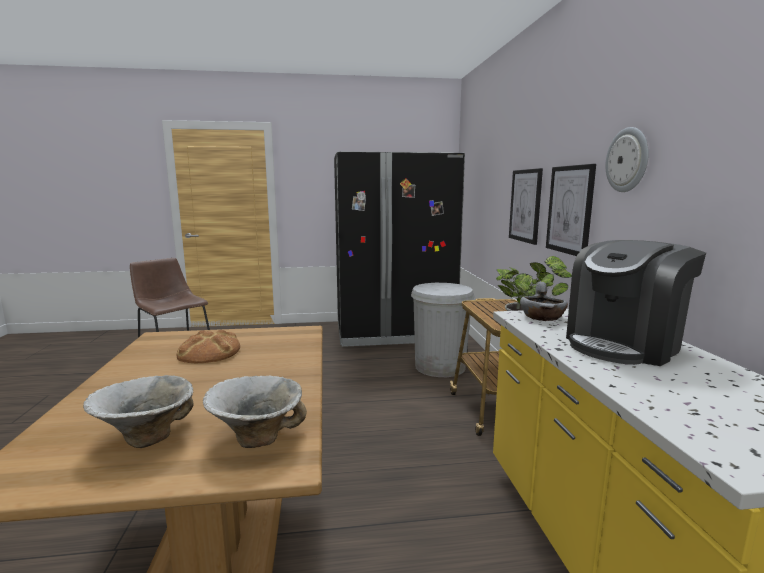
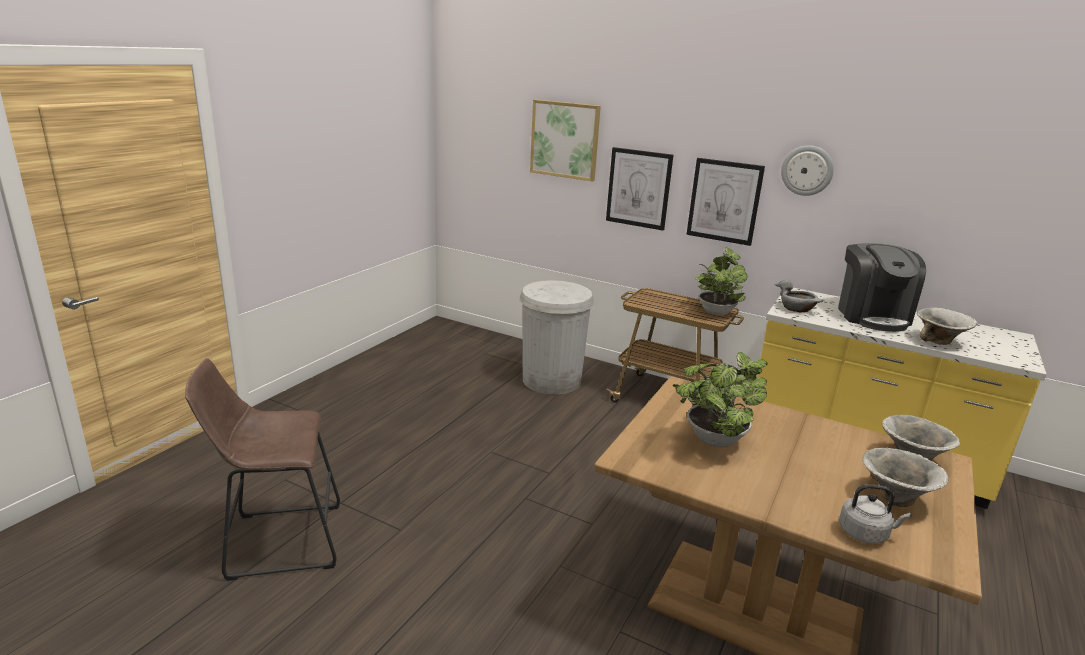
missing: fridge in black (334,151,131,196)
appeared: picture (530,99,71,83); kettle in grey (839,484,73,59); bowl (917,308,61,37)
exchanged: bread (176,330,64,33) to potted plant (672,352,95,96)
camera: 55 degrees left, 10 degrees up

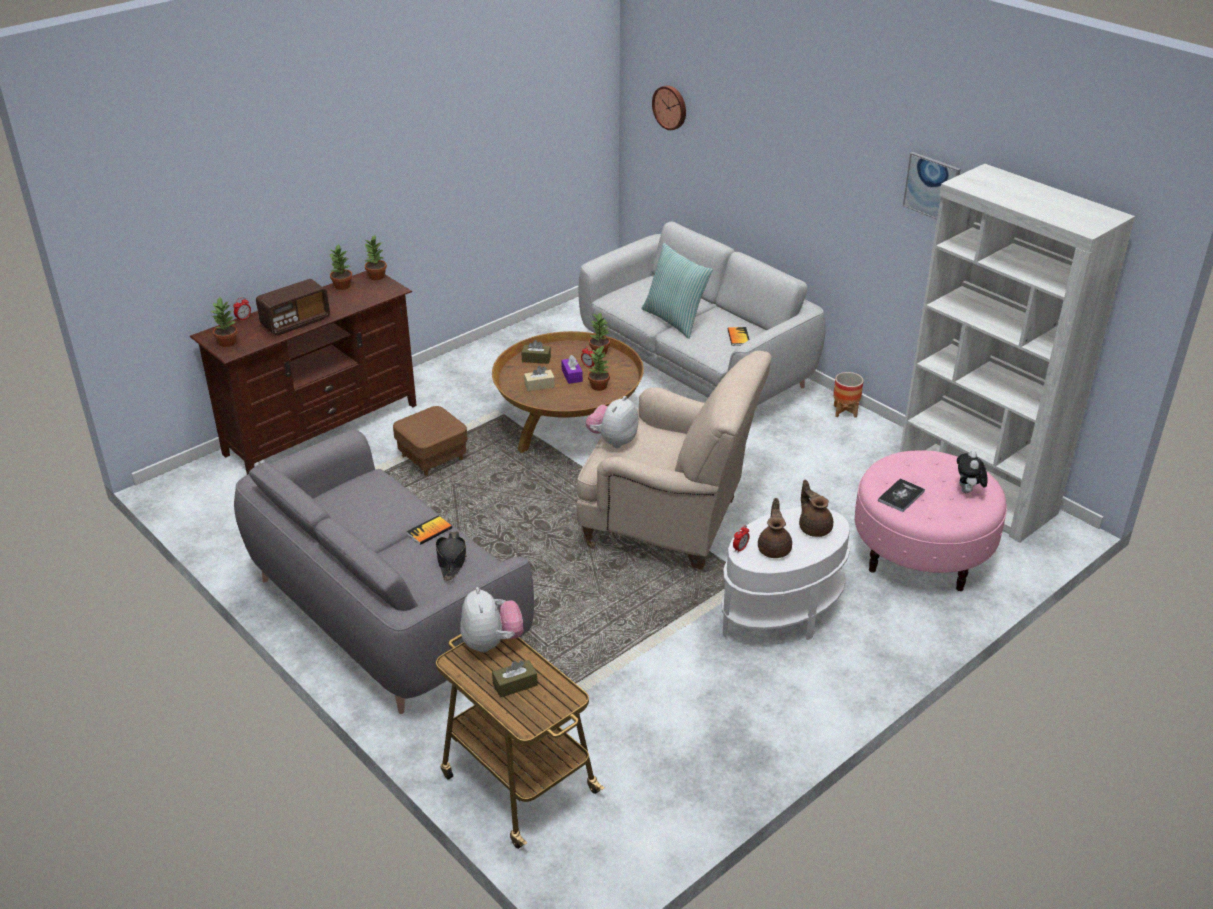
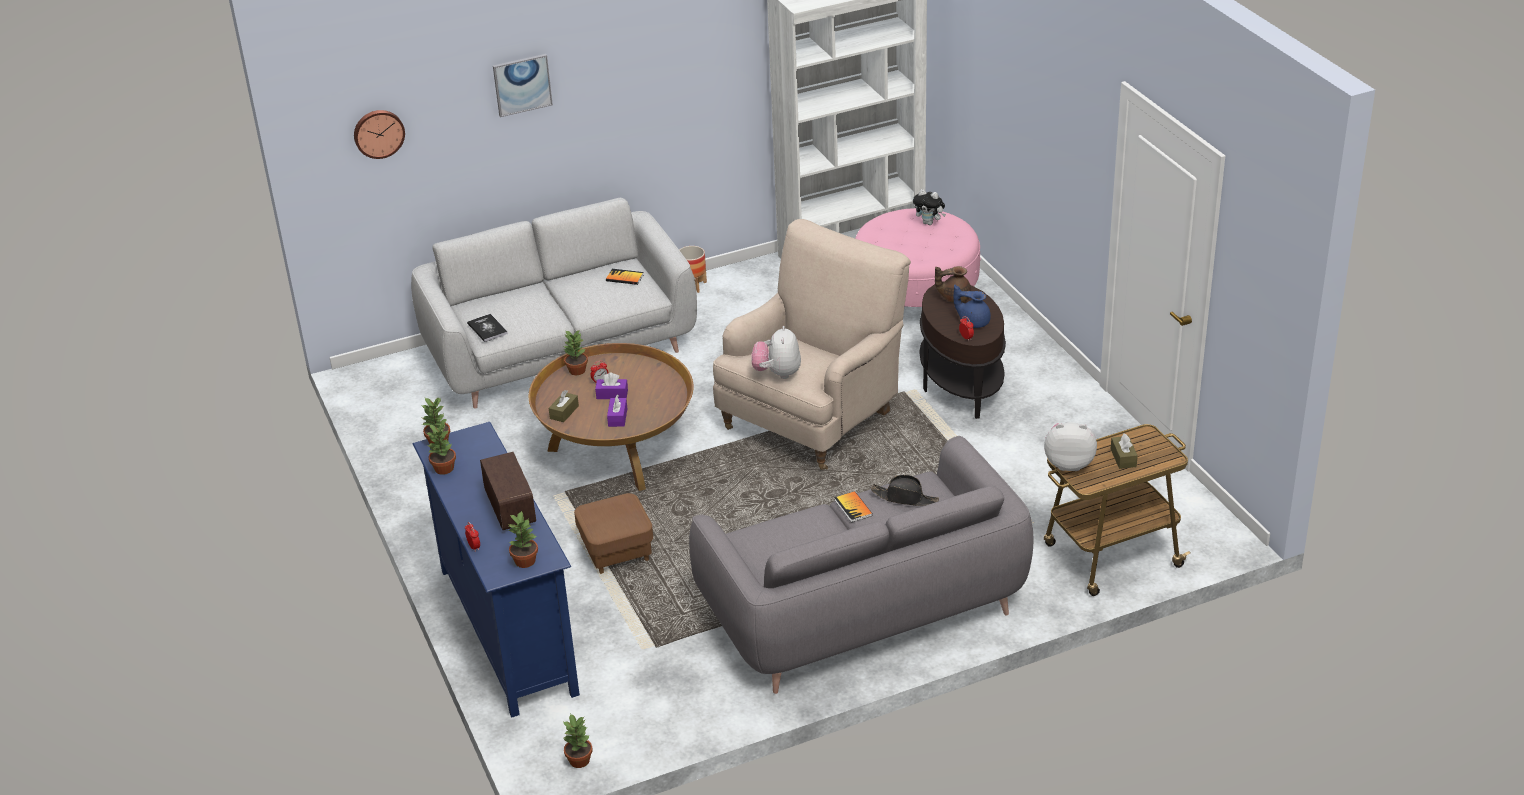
missing: pillow (642,243,71,96)
relocated: potted plant (588,345,22,46) to (563,713,29,55); book (878,478,47,34) to (467,314,41,28); picture (903,152,58,67) to (493,54,60,63)
colour: tv stand in brown (190,271,227,204) to tv stand in blue (412,422,168,296); tissue box in beige (524,366,31,25) to tissue box in purple (607,395,20,32); side table in white (721,507,129,133) to side table in brown (919,281,87,138); teapot in brown (758,498,34,60) to teapot in blue (954,285,37,43)
spun: plush toy (586,396,52,52) = (751,326,50,53) 45 degrees clockwise
camera: 70 degrees left, 0 degrees up

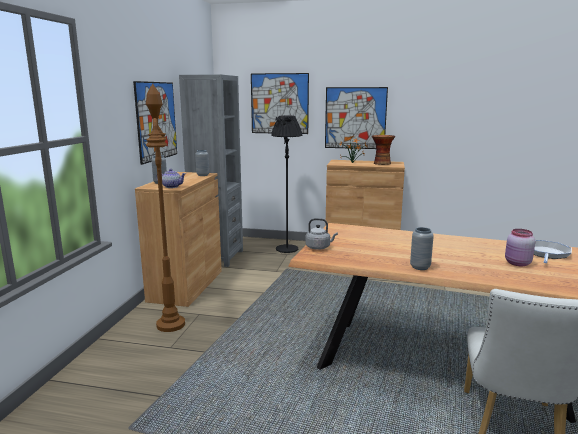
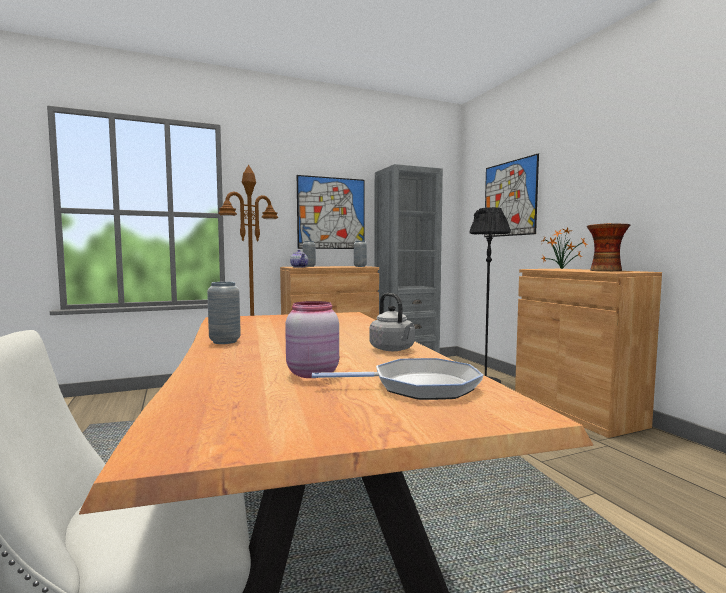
missing: picture (325,87,63,62)
relocated: kettle in grey (305,218,33,32) to (369,293,46,58)
camera: 55 degrees right, 10 degrees down

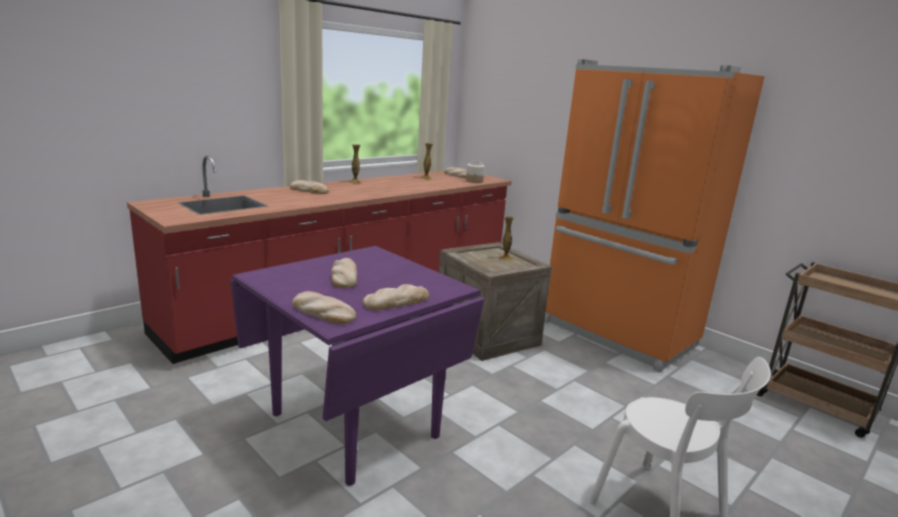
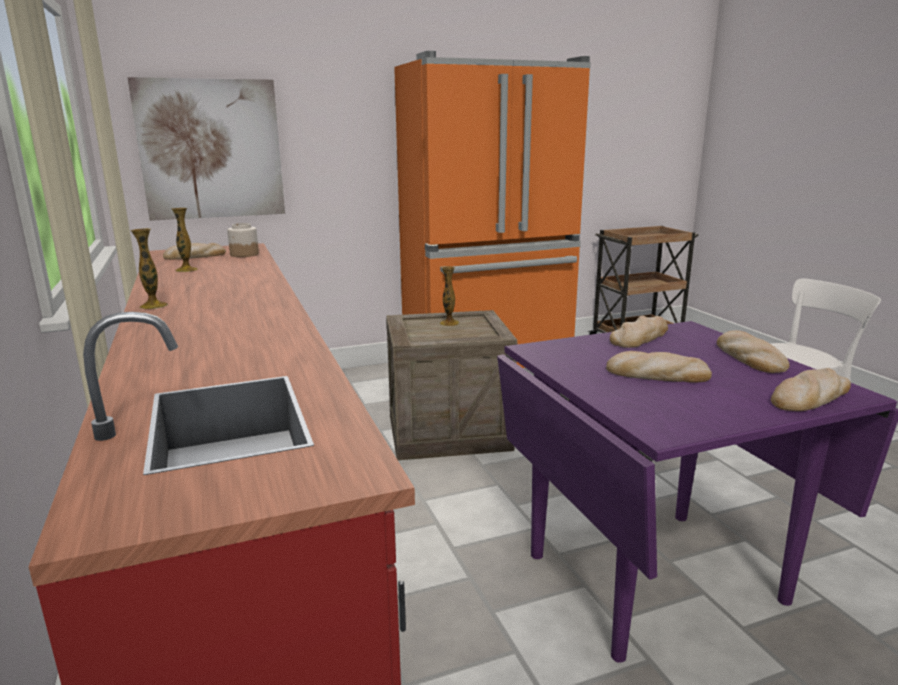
appeared: picture (127,77,158,144)
relocated: bread (289,180,40,14) to (610,316,58,32)
camera: 65 degrees left, 0 degrees up

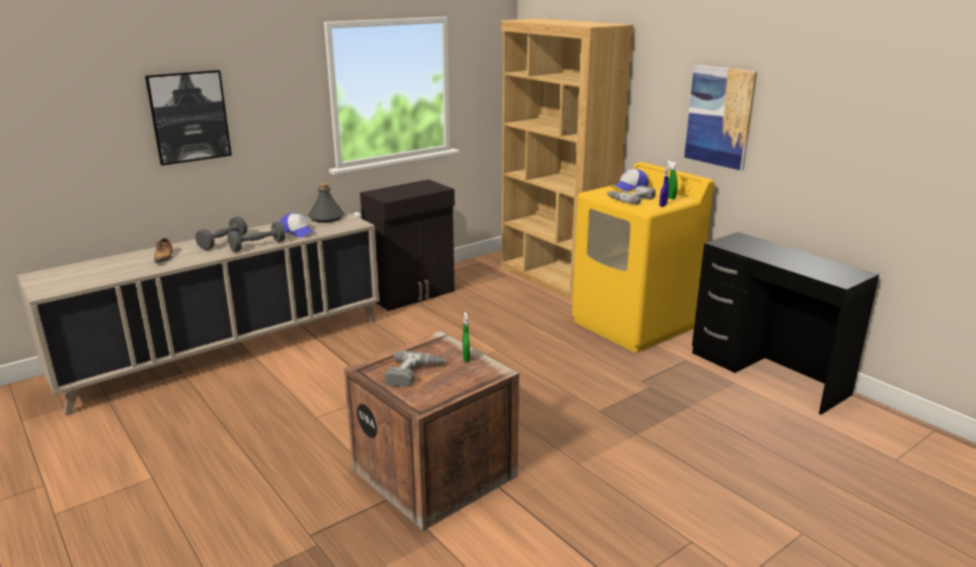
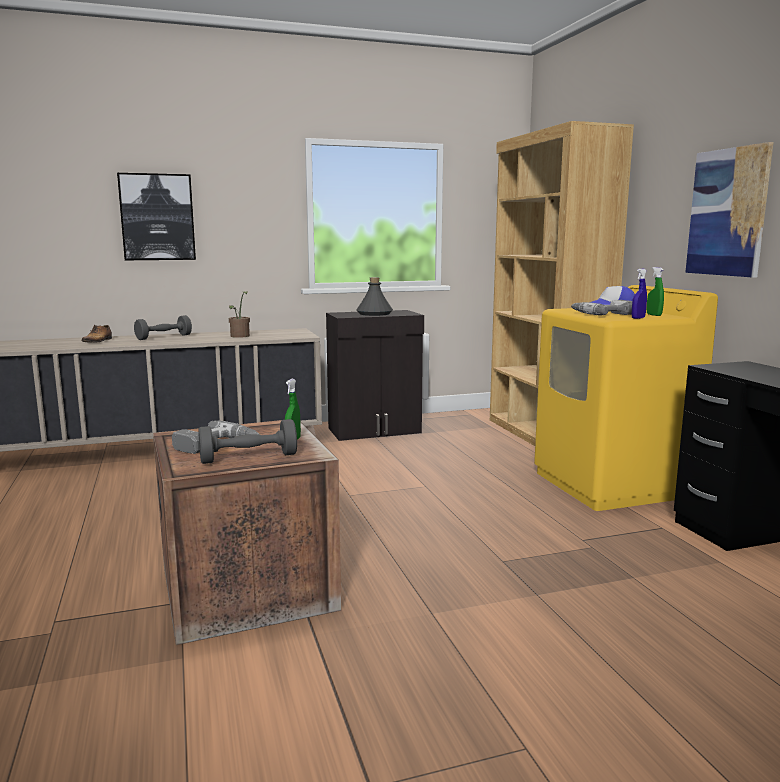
relocated: dumbbell in grey (228,222,57,30) to (198,419,99,45); bottle in grey (308,183,37,40) to (356,277,37,39)
exchanged: cap (280,213,36,25) to potted plant (229,291,21,47)
camera: 20 degrees right, 10 degrees down

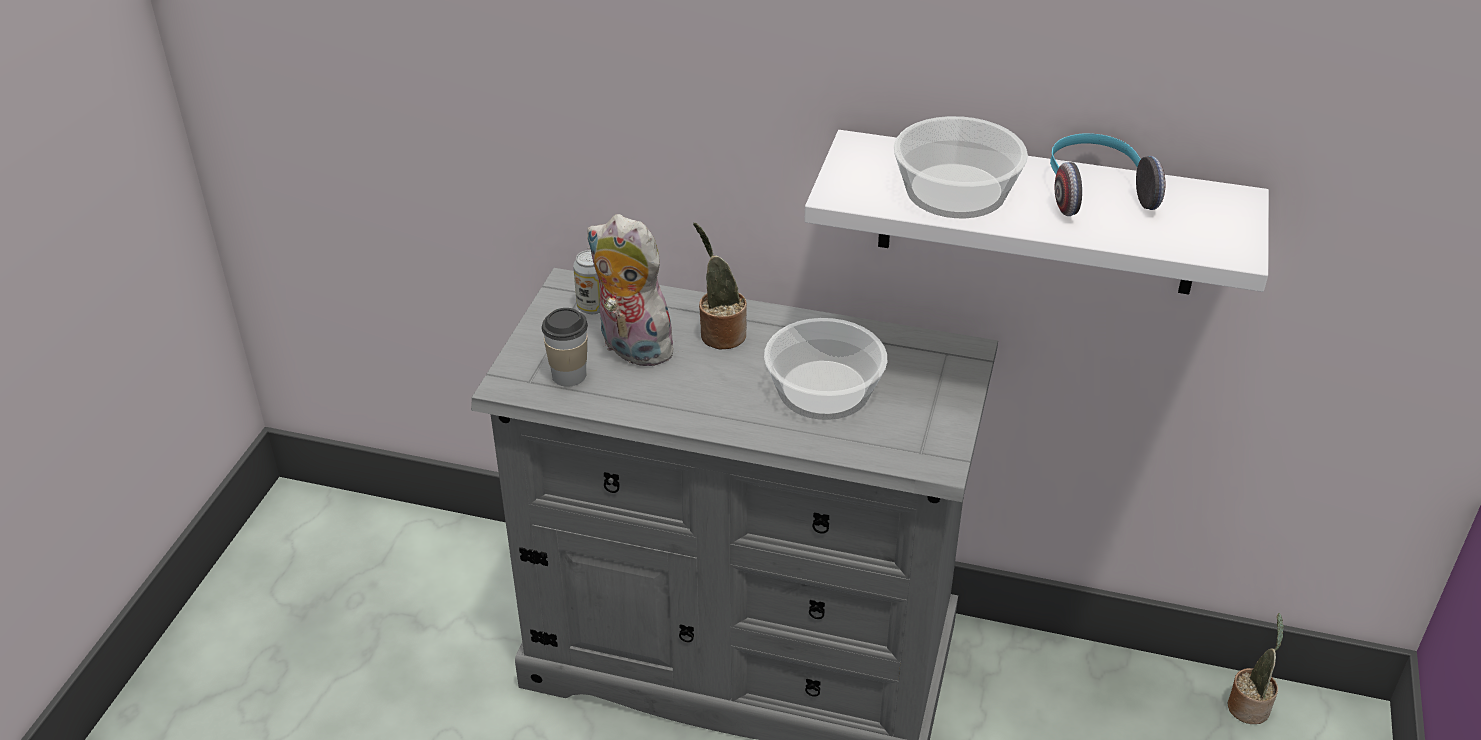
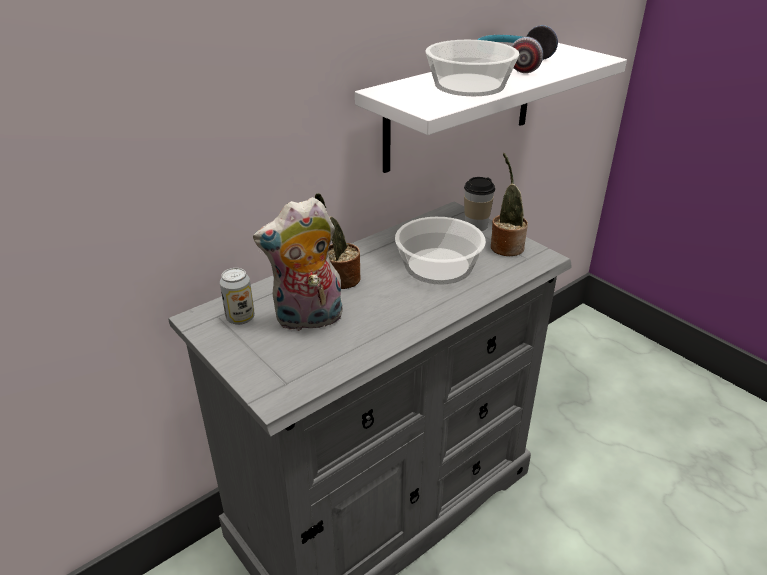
relocated: cup (542,308,46,79) to (464,177,31,54); potted plant (1227,613,57,111) to (491,153,37,103)
camera: 55 degrees left, 5 degrees down

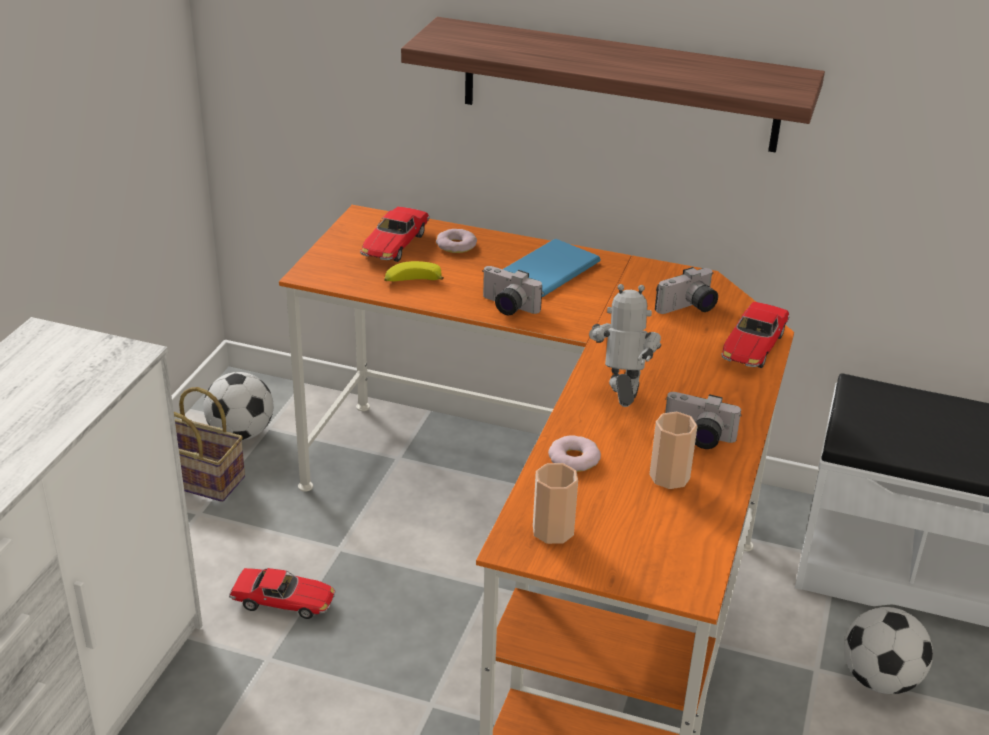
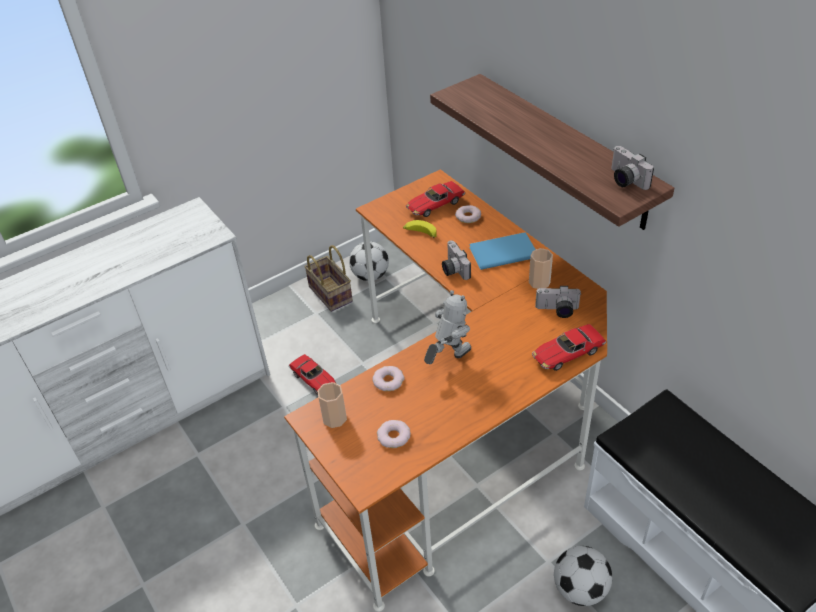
appeared: donut (377,420,34,28)
relocated: cup (650,412,48,77) to (529,248,24,41); photo camera (665,392,77,57) to (611,146,43,44)
camera: 40 degrees right, 10 degrees up

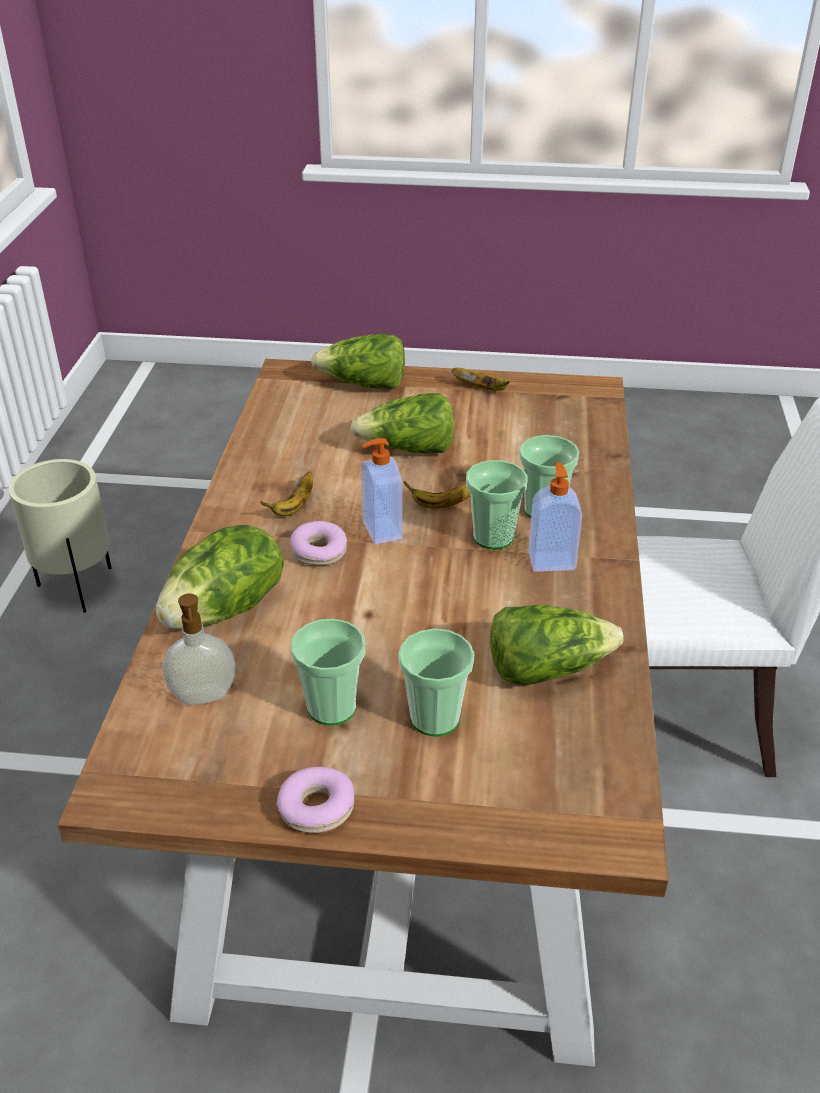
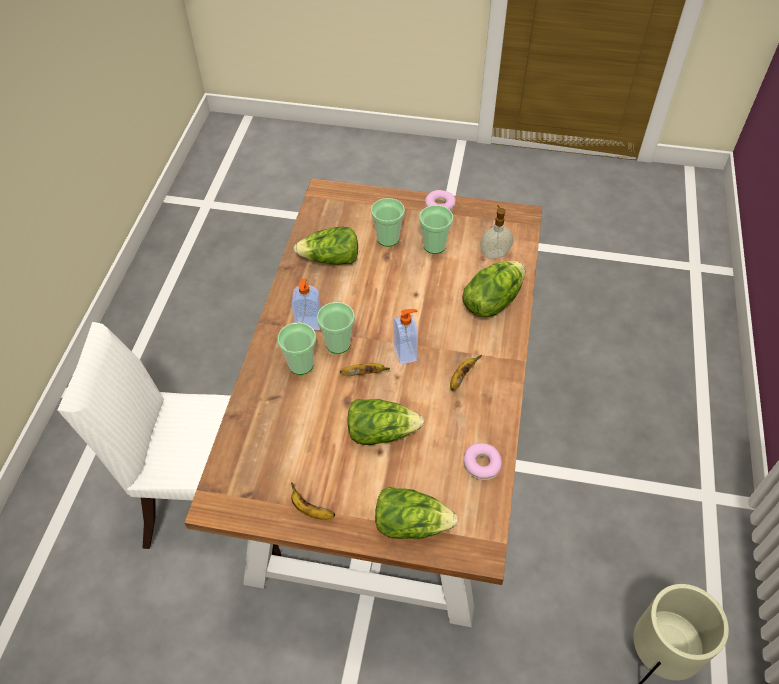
relocated: donut (290,521,57,44) to (464,443,38,37)
camera: 175 degrees left, 15 degrees up

